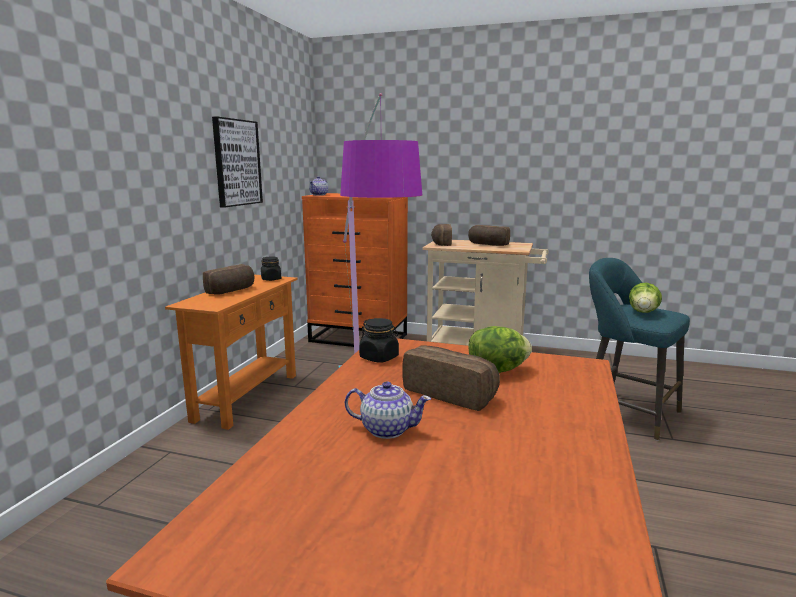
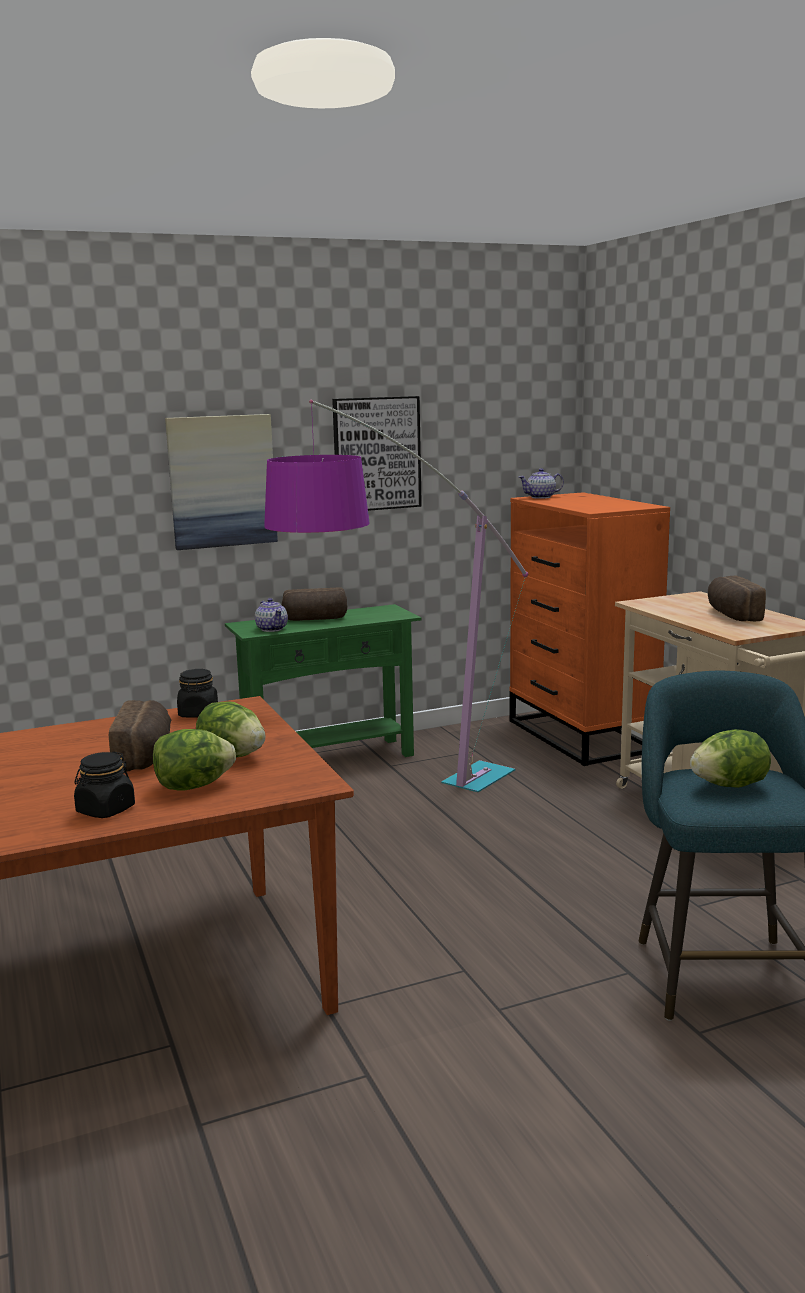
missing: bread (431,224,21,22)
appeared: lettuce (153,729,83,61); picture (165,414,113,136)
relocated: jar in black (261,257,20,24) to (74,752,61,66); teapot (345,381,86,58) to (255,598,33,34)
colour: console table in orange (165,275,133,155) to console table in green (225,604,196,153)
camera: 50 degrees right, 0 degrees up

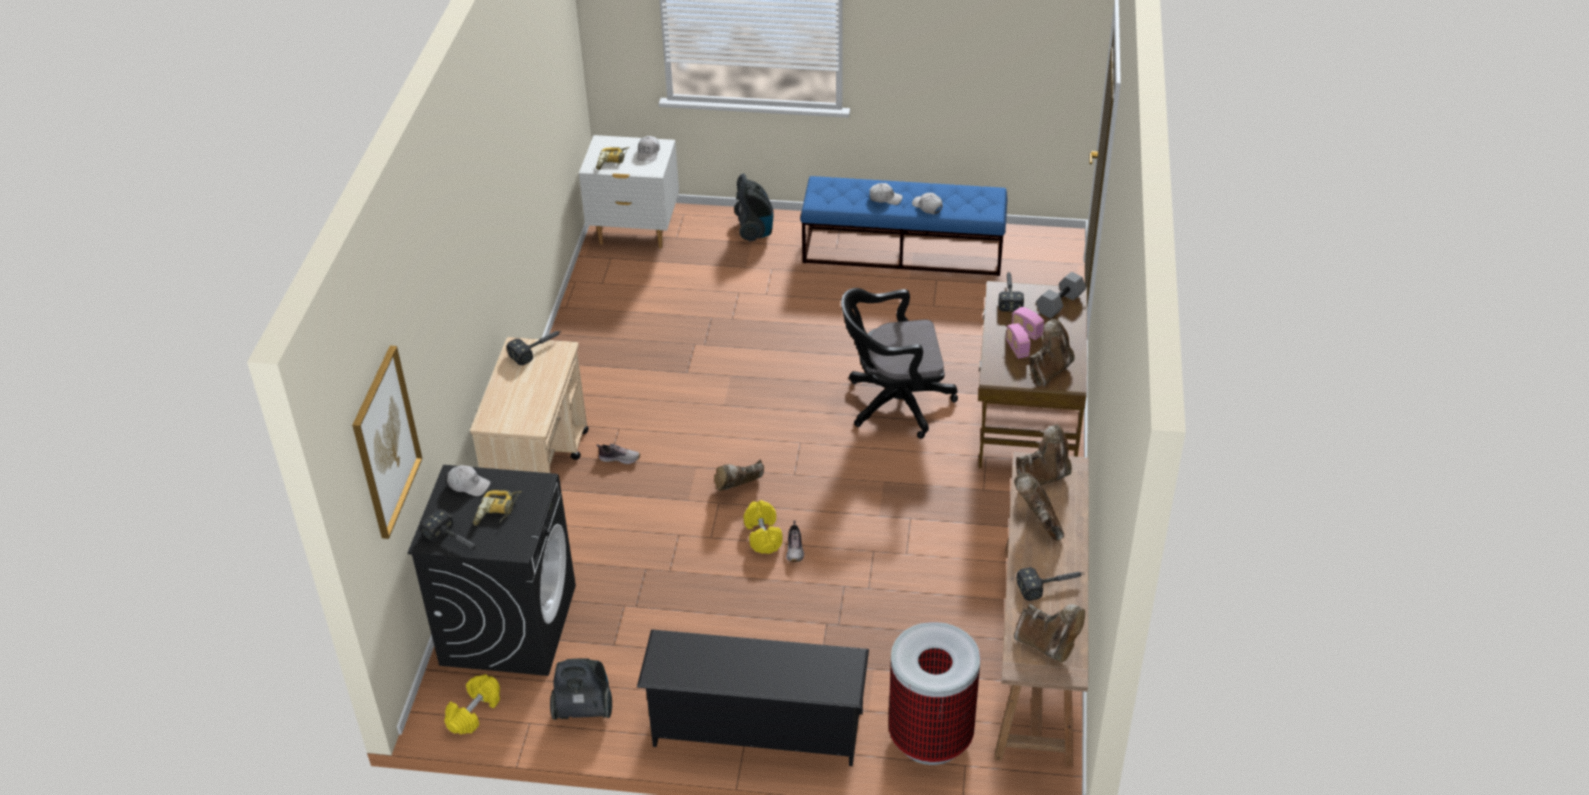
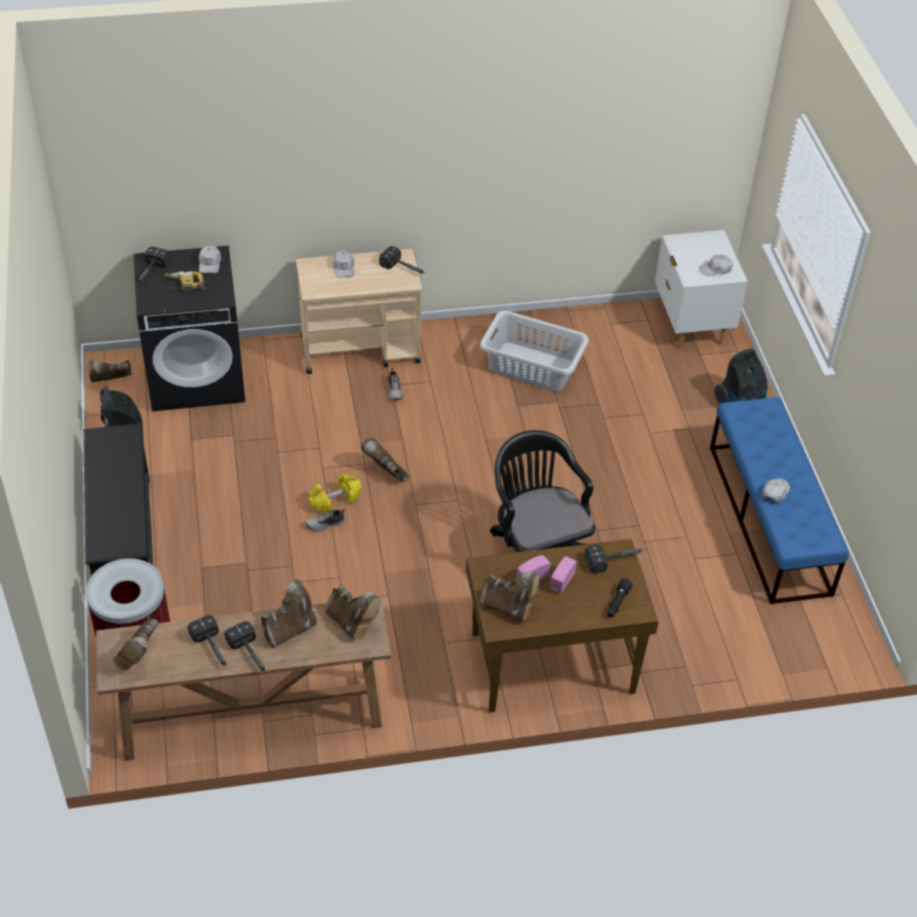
missing: picture (352,346,71,193); power drill (596,147,34,23)
appeared: hammer (225,621,41,52); laundry basket in grey (480,311,109,81)
relocated: cap in white (870,183,32,22) to (333,251,21,27)
exchanged: dumbbell in yellow (444,674,56,61) to boot in brown (87,360,45,22); dumbbell in grey (1036,272,50,47) to flashlight in black (607,578,26,39)
camera: 70 degrees right, 5 degrees up

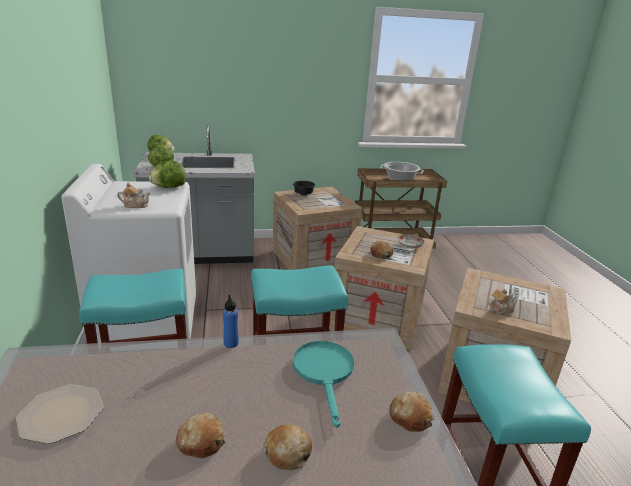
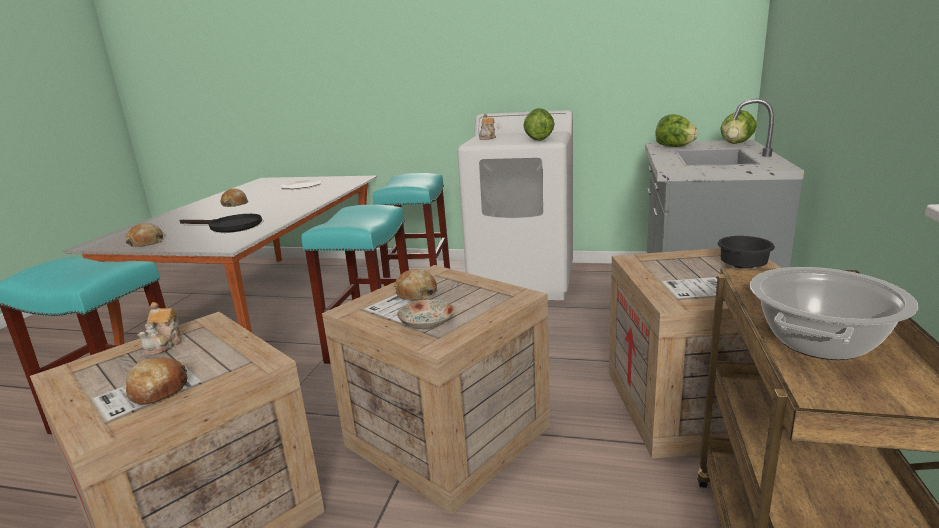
missing: bottle in blue (223,295,16,53)
relocated: bread (263,425,49,45) to (126,357,62,48)
colour: frying pan in turquoise (293,341,61,87) to frying pan in black (180,214,82,19)
camera: 115 degrees right, 5 degrees down

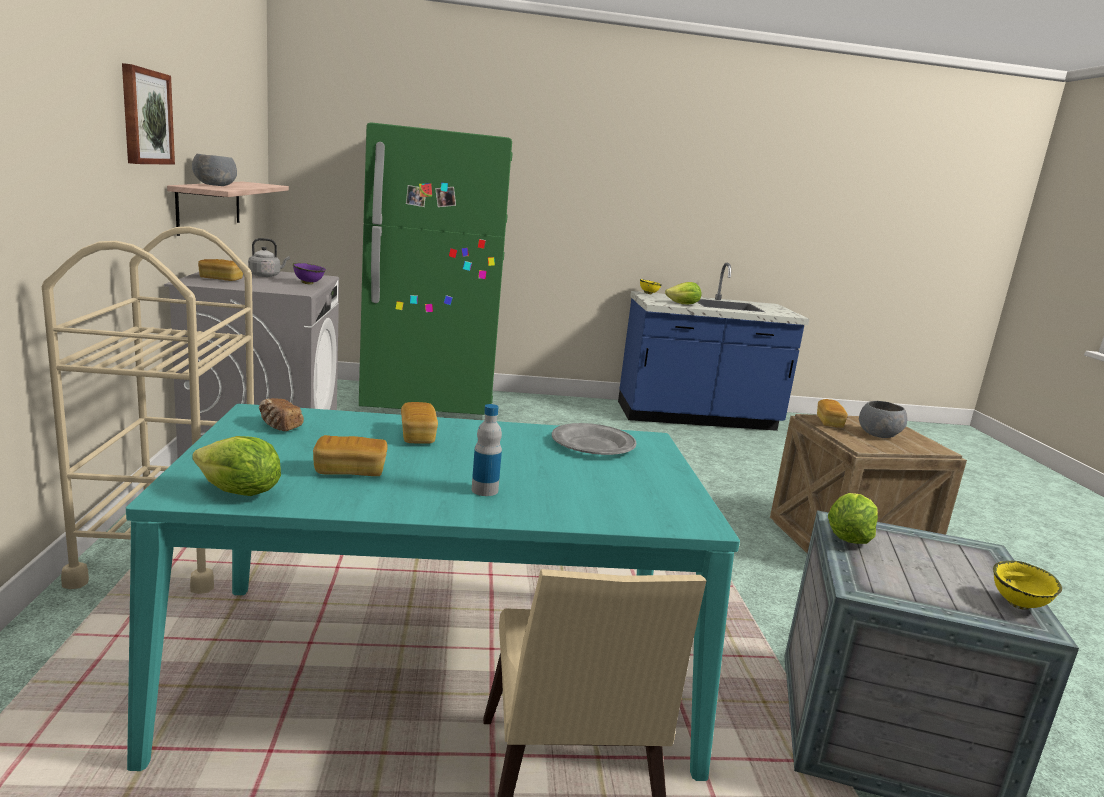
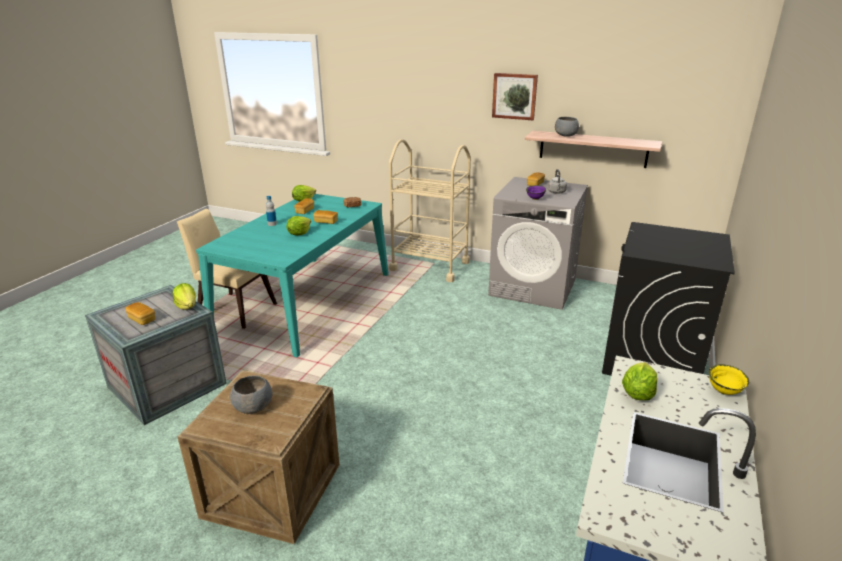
missing: plate in grey (552,423,84,32); bowl in yellow (993,561,69,48)
appeared: lettuce (287,216,24,19)
relocated: bread (817,399,31,29) to (125,302,30,23)
exchanged: fridge in green (359,122,154,293) to washing machine in black (602,222,133,154)
camera: 120 degrees right, 10 degrees up

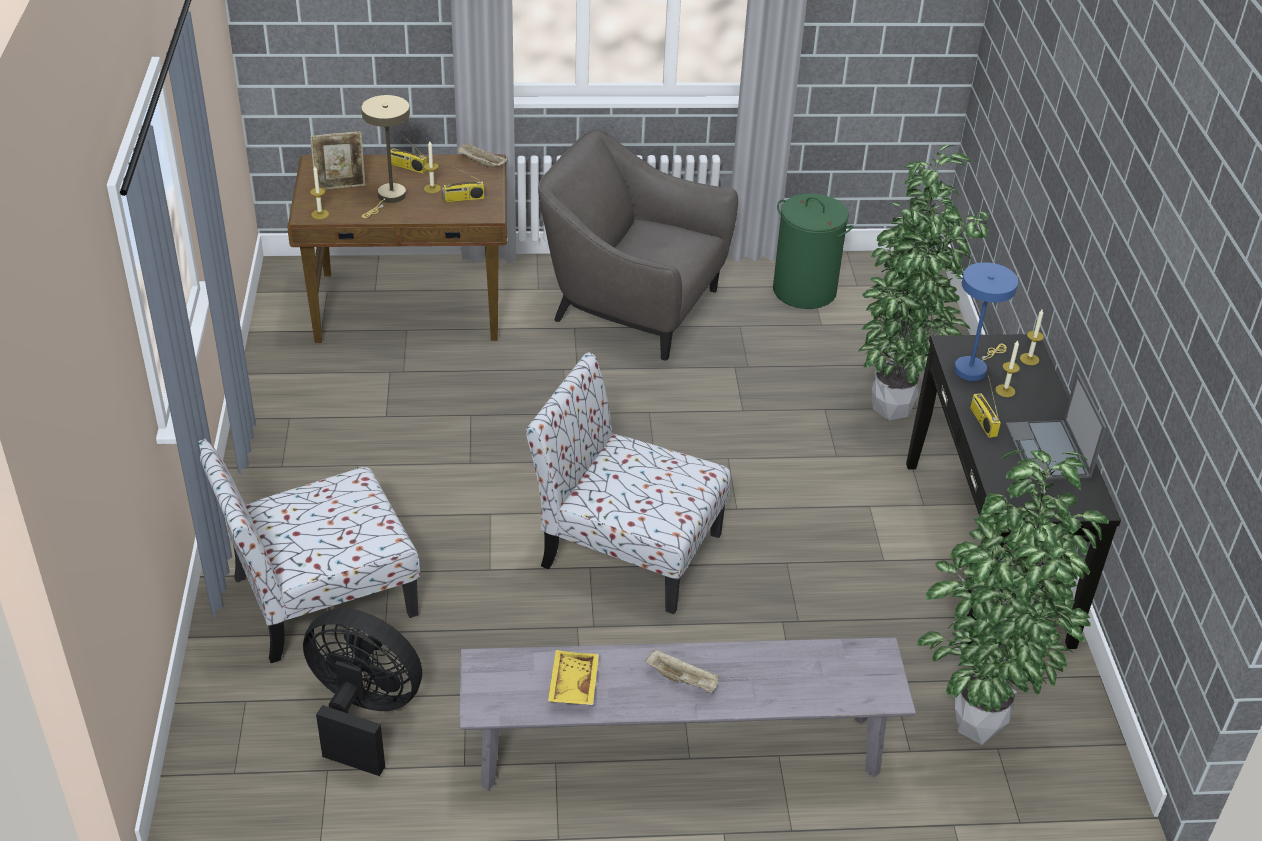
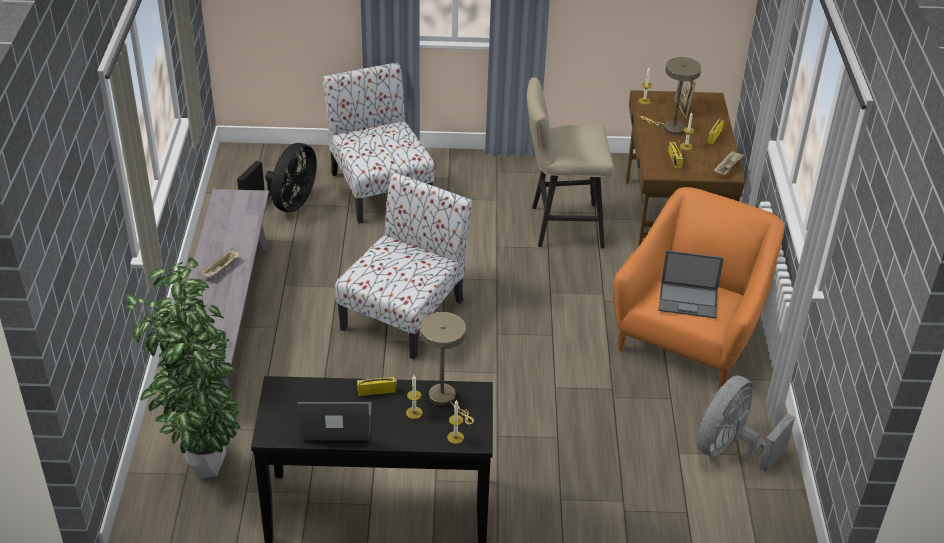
missing: tray in yellow (548,650,51,55); potted plant (858,145,131,275)
appeared: stool in beige (527,78,87,170); laptop (658,250,66,68)
exchanged: laundry basket in green (773,194,80,115) to fan in grey (697,375,98,97)
colour: armchair in grey (538,130,200,231) to armchair in orange (614,187,170,201); table lamp in blue (954,262,64,119) to table lamp in beige (420,312,54,113)
camera: 95 degrees right, 0 degrees up

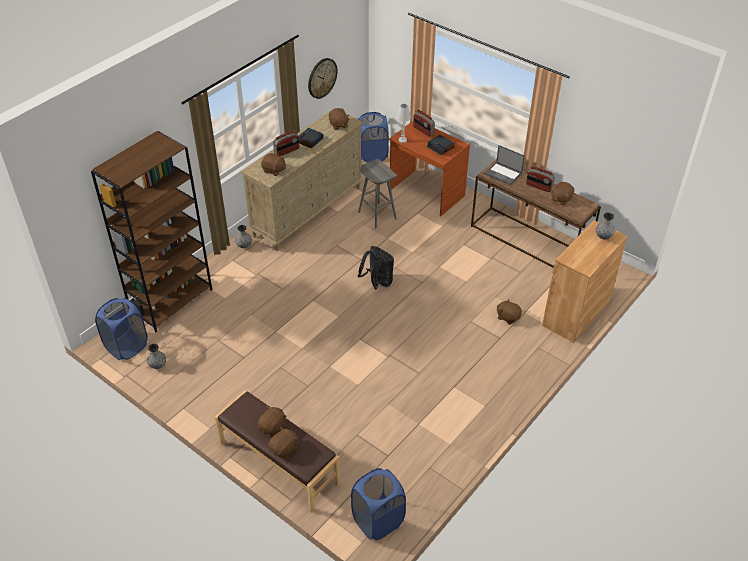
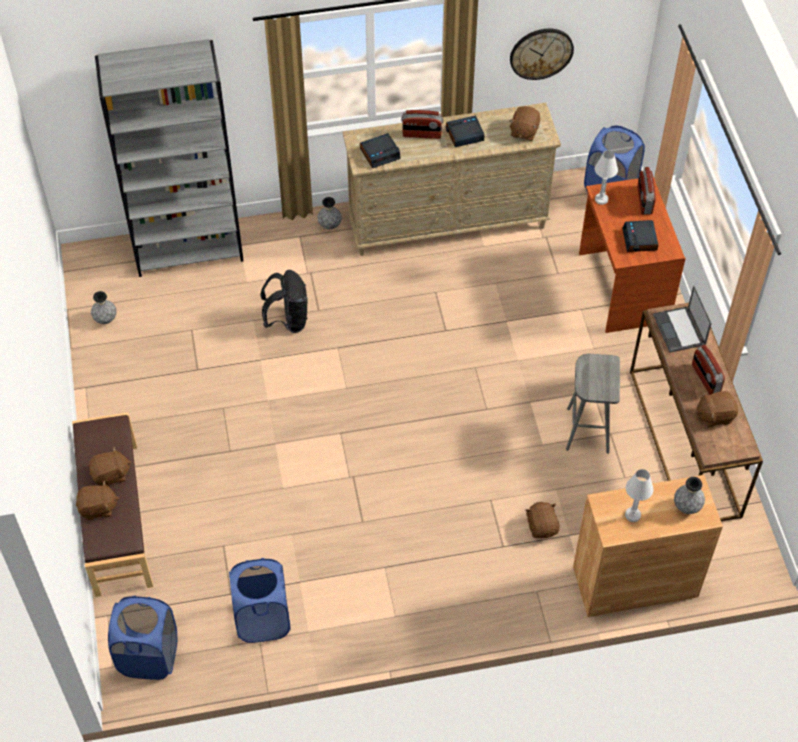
appeared: table lamp in white (625,469,28,53)
relocated: laundry basket in blue (95,298,53,62) to (229,558,62,85); stool in grey (358,159,39,69) to (566,354,54,100); backpack in black (358,246,36,43) to (260,270,48,63)
exchanged: plush toy in brown (261,153,25,23) to alarm clock (360,133,41,35)
colour: bookcase in brown (91,131,121,201) to bookcase in grey (95,39,149,238)
camera: 40 degrees right, 10 degrees up

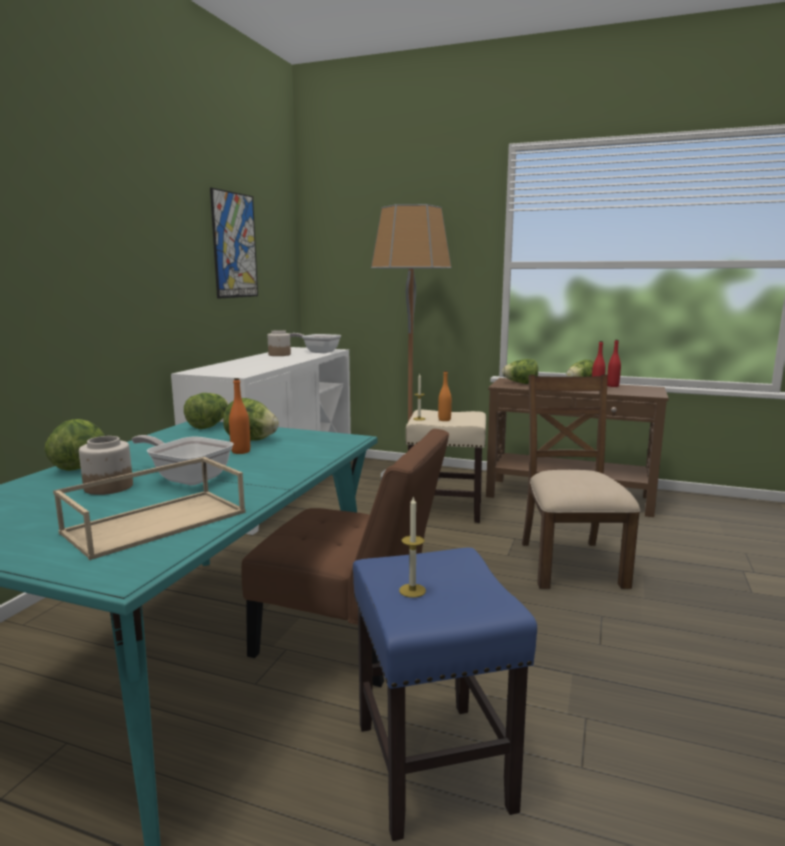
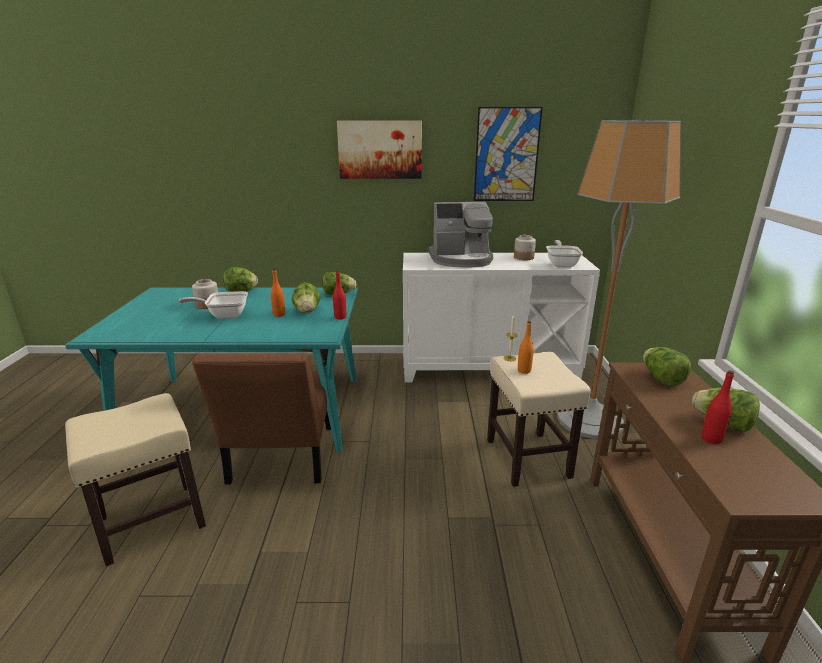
missing: tray in beige (53,457,193,103); candle (399,496,27,102); chair in brown (522,375,118,214)
appeared: picture (337,121,85,58); coffee machine (428,202,66,66)
relocated: bottle in red (607,340,14,47) to (333,271,13,49)
colour: stool in blue (353,548,184,293) to stool in beige (65,393,141,173)
spun: frying pan (132,435,101,50) = (179,291,69,28) 105 degrees counterclockwise
camera: 70 degrees right, 10 degrees up

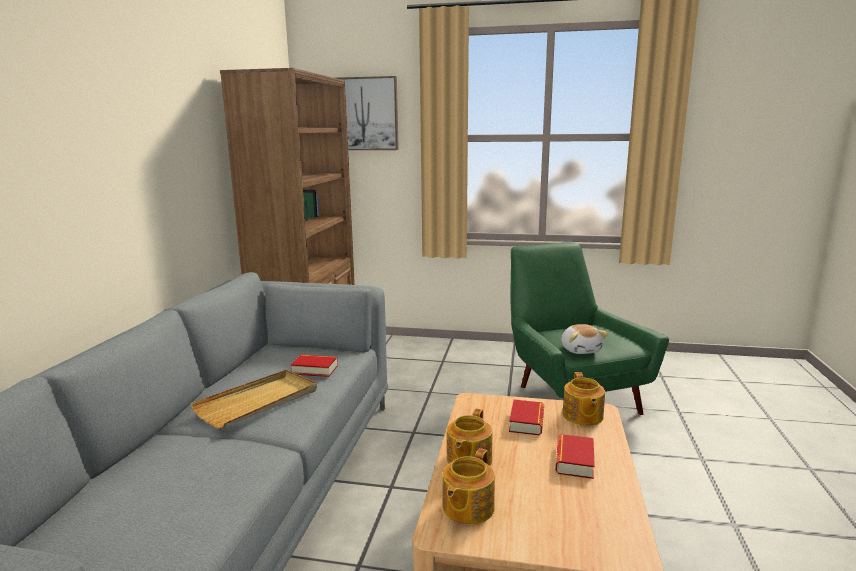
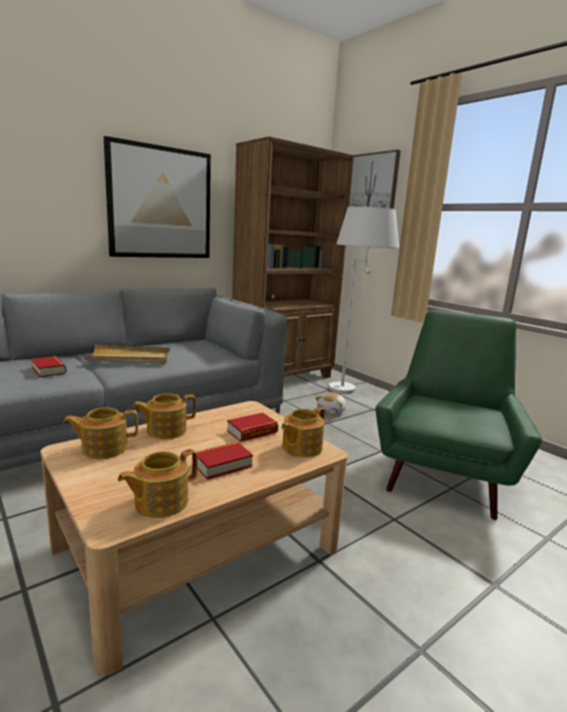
appeared: picture (104,136,107,122); teapot (118,449,80,69); floor lamp in white (329,206,70,188)
relocated: book (291,355,47,22) to (31,356,35,21); plush toy (561,324,47,30) to (315,392,31,23)
camera: 40 degrees right, 0 degrees up

